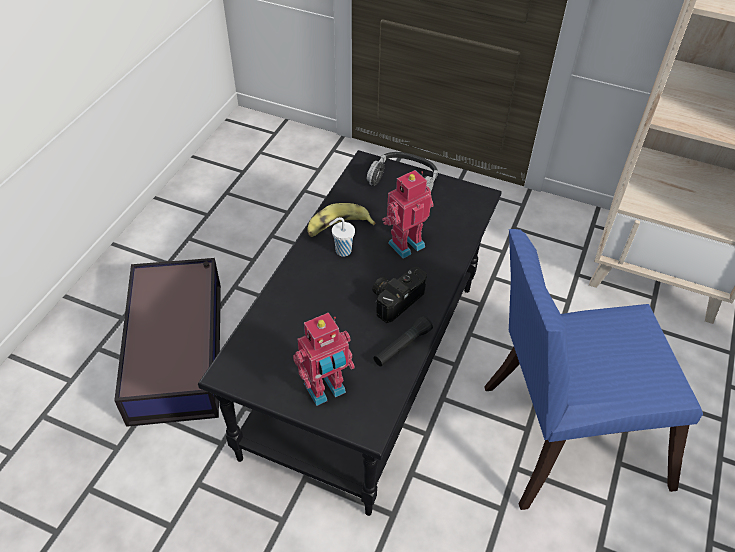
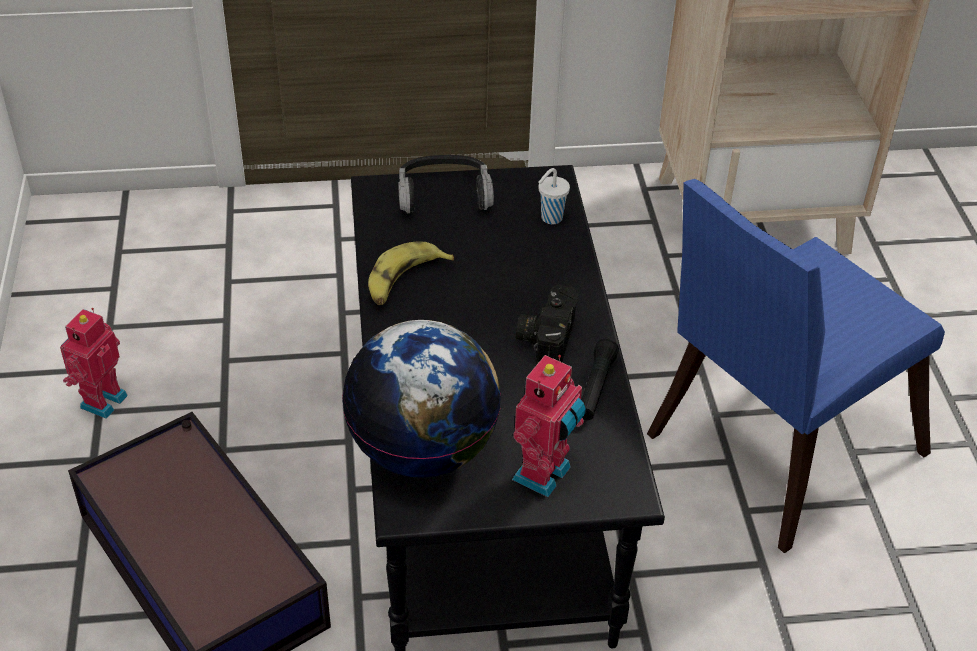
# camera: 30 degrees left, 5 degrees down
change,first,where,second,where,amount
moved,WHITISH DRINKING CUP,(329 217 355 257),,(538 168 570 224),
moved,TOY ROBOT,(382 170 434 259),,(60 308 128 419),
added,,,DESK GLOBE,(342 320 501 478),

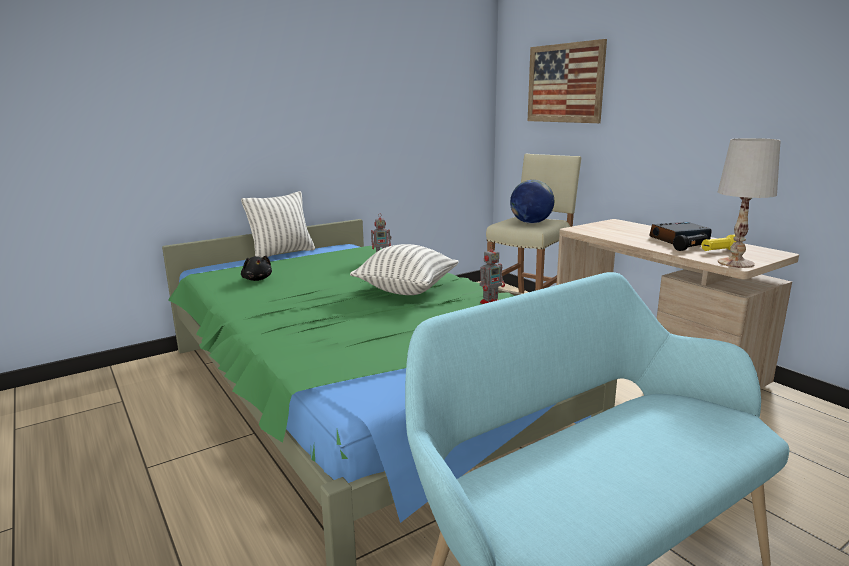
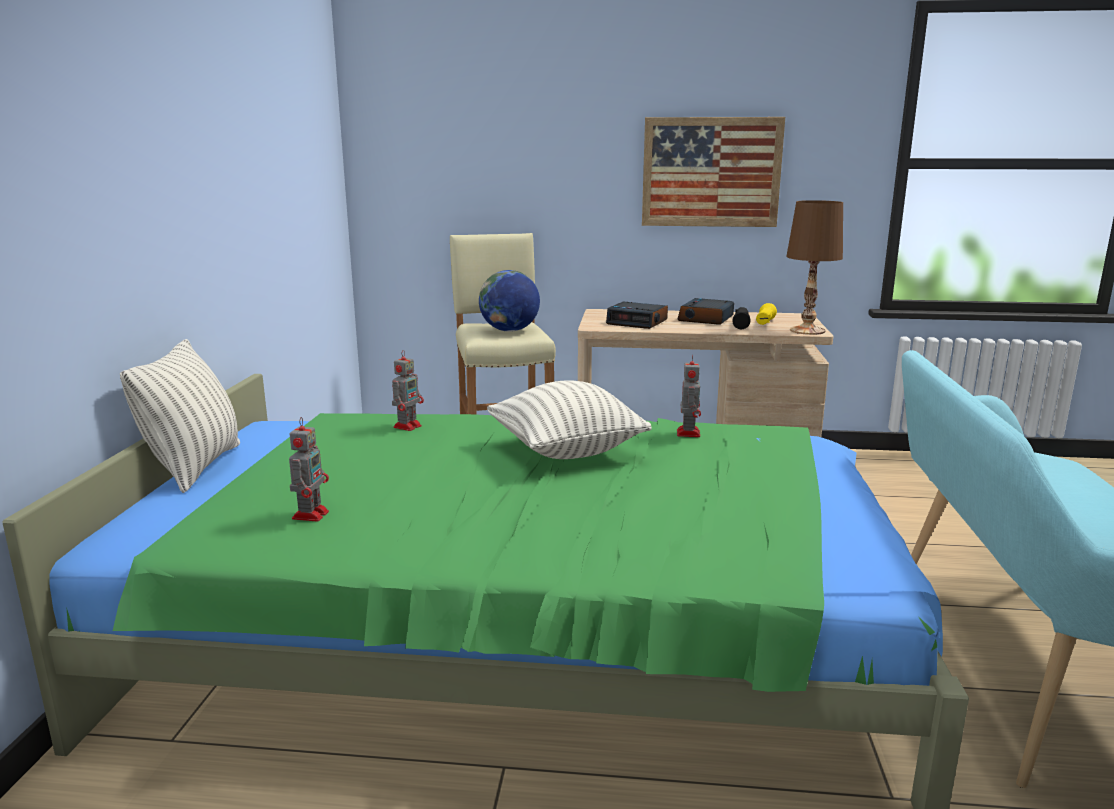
# camera: 50 degrees left, 0 degrees up
change,first,where,second,where,amount
replaced,BLACKISH PLUSH TOY,(241 256 272 281),TOY ROBOT,(289 417 329 522),
moved,WALL ART,(528 39 607 123),,(642 117 785 227),
recoloured,WHITISH LAMP FOR A TABLE,(718 138 781 268),BROWNISH LAMP FOR A TABLE,(786 200 843 335),
added,,,TABLE CLOCK,(606 302 668 329),

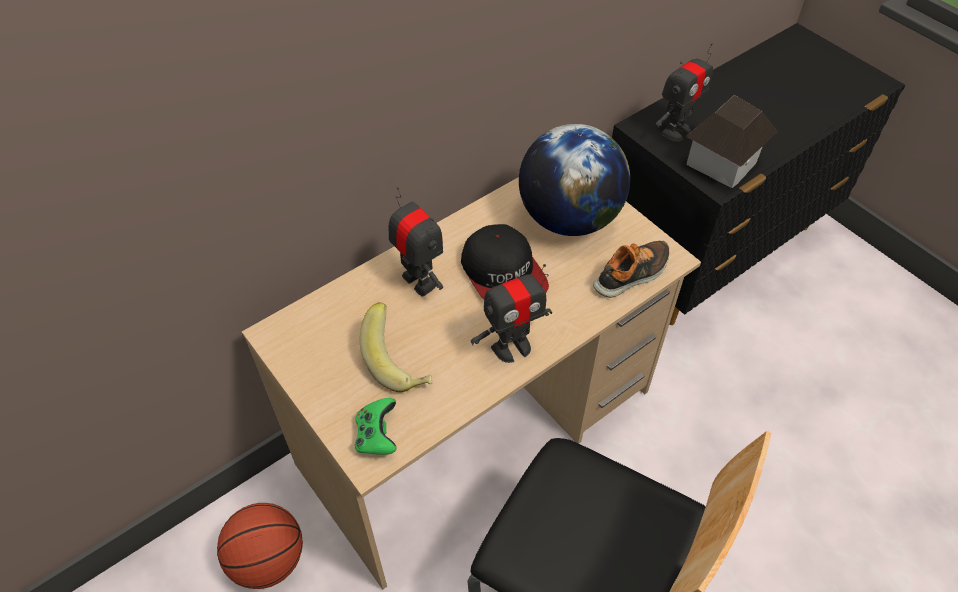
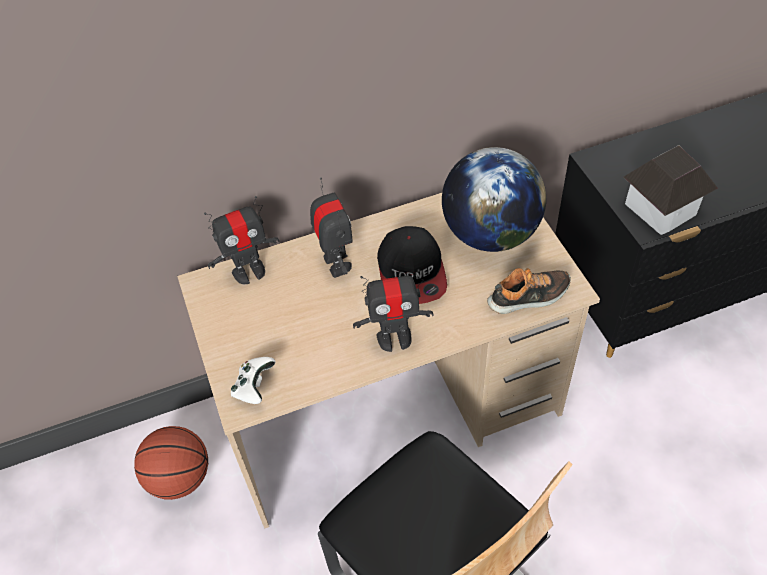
# camera: 20 degrees right, 0 degrees up
change,first,where,second,where,amount
recoloured,GREEN GAME CONTROLLER,(355 398 397 455),WHITISH GAME CONTROLLER,(231 357 276 404),
removed,WHOLE BANANA,(360 302 432 392),,,
moved,TOY ROBOT,(655 43 713 142),,(204 196 279 284),

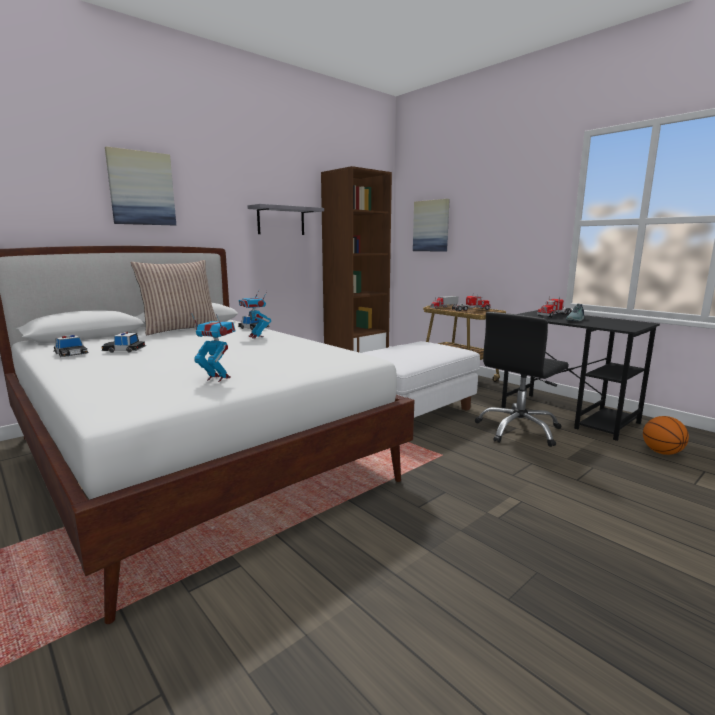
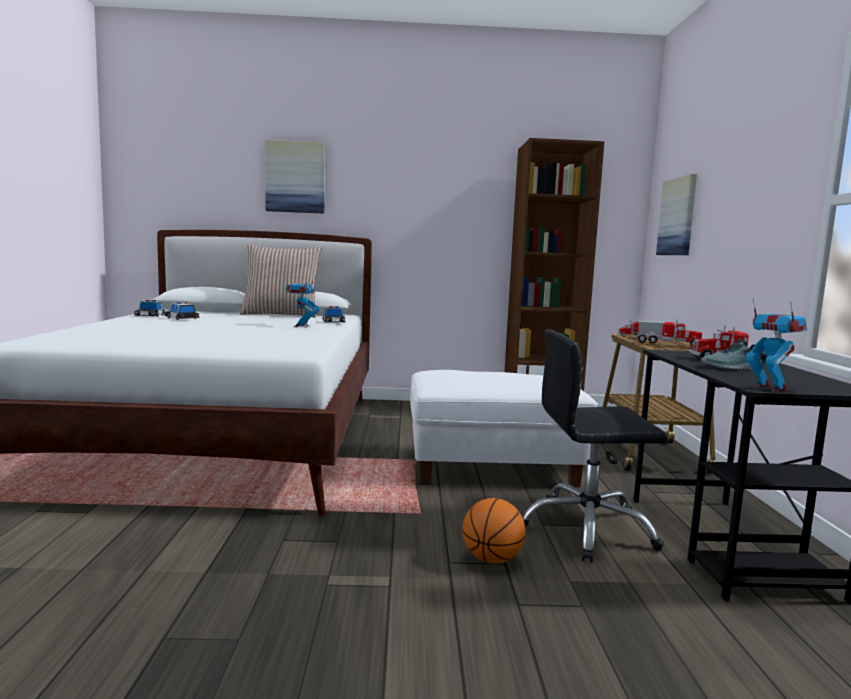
# camera: 40 degrees right, 5 degrees down
change,first,where,second,where,amount
moved,TOY ROBOT,(191 313 236 382),,(746 299 808 392),
removed,GREY SHELF,(248 204 324 235),,,
moved,BALL FOR BASKETBALL,(643 416 689 455),,(462 498 526 564),

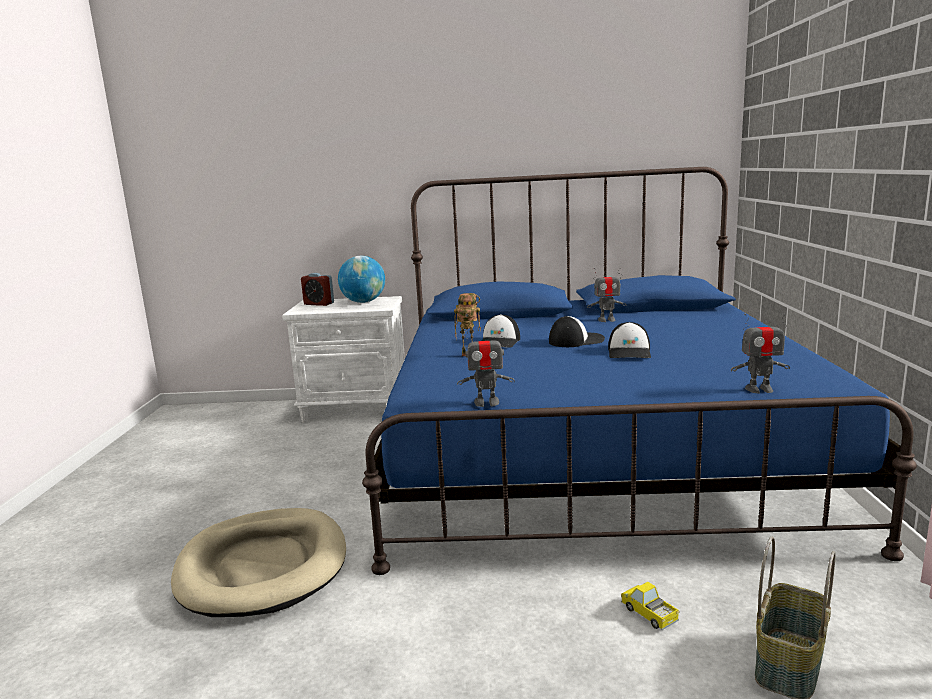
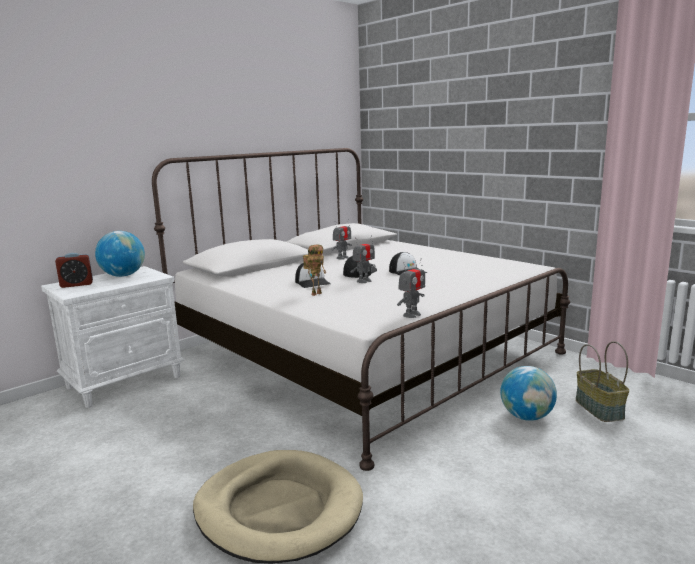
# camera: 45 degrees left, 0 degrees up
change,first,where,second,where,amount
recoloured,BLUISH BED,(362 167 917 575),WHITISH BED,(152 148 570 471),
replaced,MODEL TRUCK,(621 582 679 630),DESK GLOBE,(500 366 557 421),
moved,TOY ROBOT,(731 314 790 394),,(351 235 376 283),

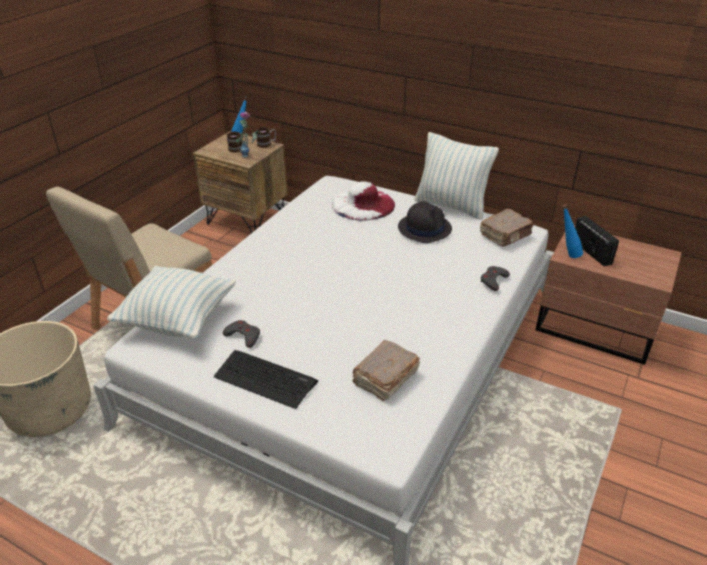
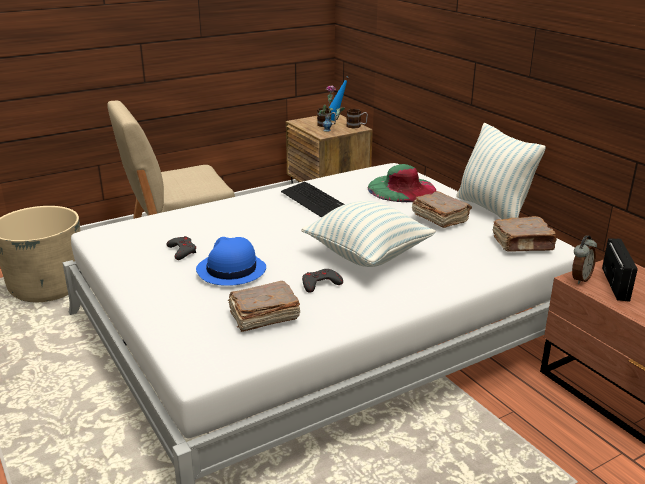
# camera: 30 degrees right, 10 degrees down
change,first,where,second,where,amount
moved,PILLOW,(107 266 236 339),,(301 201 436 267),
moved,COMPUTER KEYBOARD,(213 350 318 409),,(281 182 345 218),
recoloured,WHITISH WEARABLE HAT,(332 181 395 221),GREEN WEARABLE HAT,(368 164 437 202),
replaced,BLACKISH WEARABLE HAT,(398 201 452 243),BROWNISH BOUND BOOK,(412 191 472 228),
moved,GREY GAME CONTROLLER,(481 266 510 291),,(302 269 343 293),
replaced,BLUISH DRINK BOTTLE,(562 204 583 258),TABLE CLOCK,(572 235 597 284),
added,,,BLUISH WEARABLE HAT,(196 237 266 286),

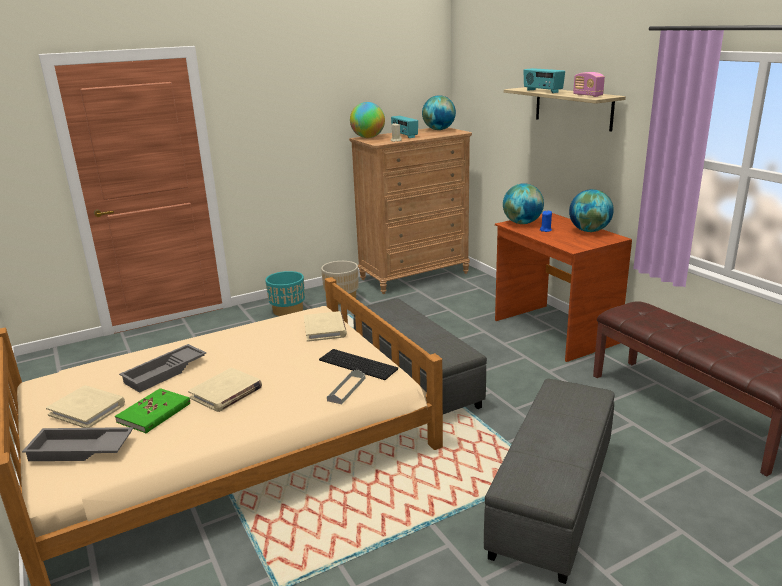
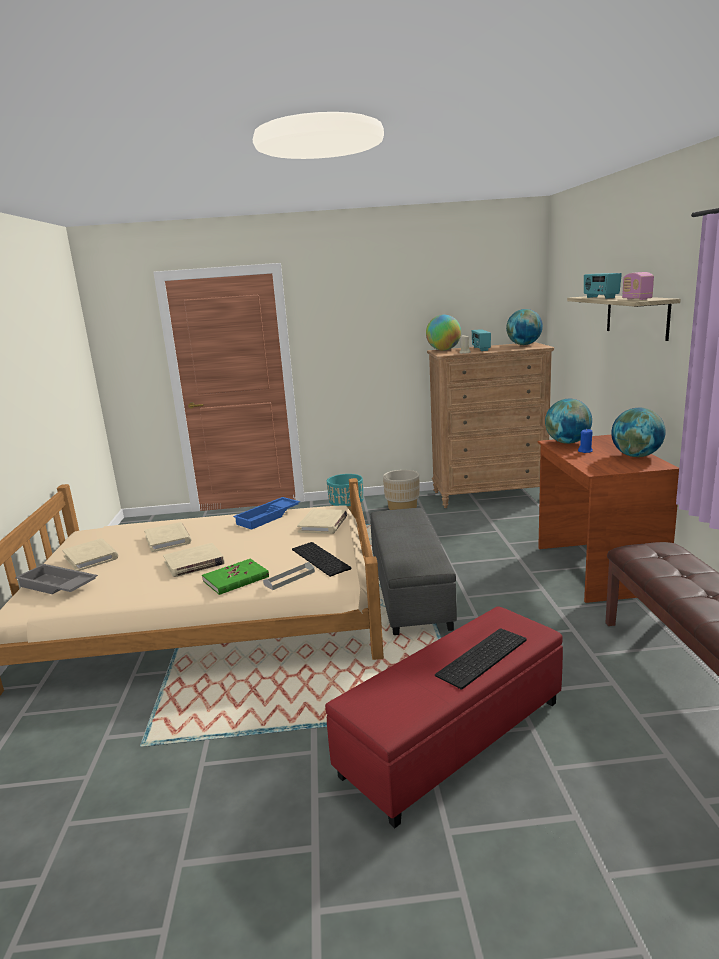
# camera: 25 degrees right, 5 degrees down
change,first,where,second,where,amount
moved,GREEN BOUND BOOK,(115 388 190 433),,(202 559 269 595),
replaced,GREY CARRYING TRAY,(119 344 206 393),BEIGE-COLOURED BOUND BOOK,(144 522 192 552),
recoloured,GREY OTTOMAN,(484 379 615 584),RED OTTOMAN,(325 607 563 828),
added,,,BLUISH CARRYING TRAY,(233 497 300 530),
added,,,COMPUTER KEYBOARD,(435 628 526 690),

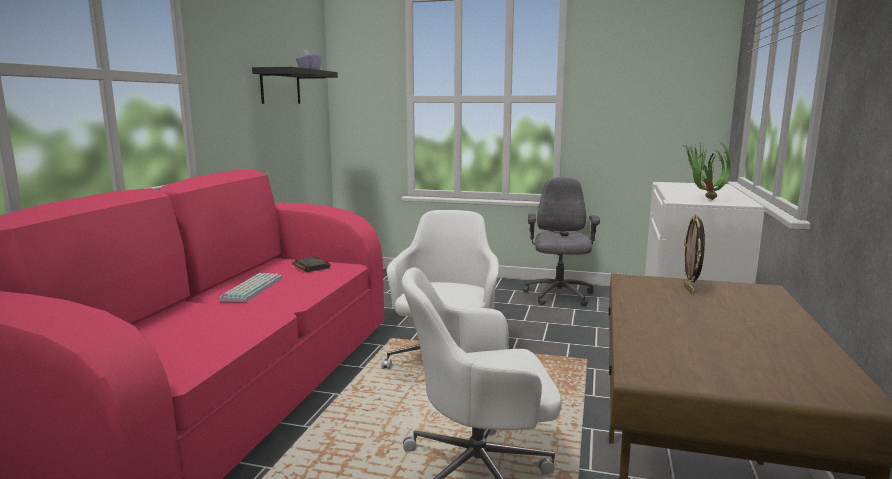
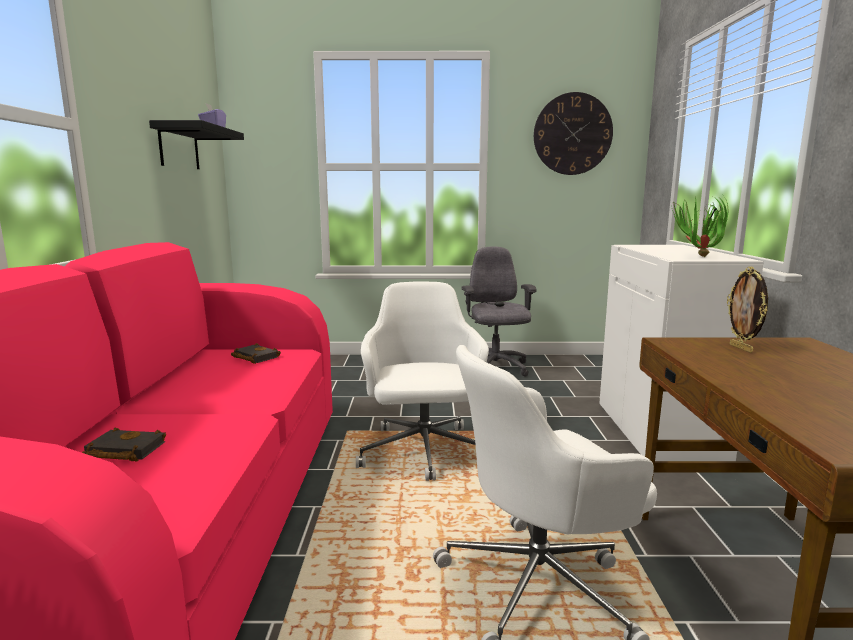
# camera: 15 degrees left, 0 degrees up
change,first,where,second,where,amount
removed,COMPUTER KEYBOARD,(219 273 283 302),,,
added,,,BLACKISH BOUND BOOK,(82 427 166 462),
added,,,WALL CLOCK,(534 92 613 175),

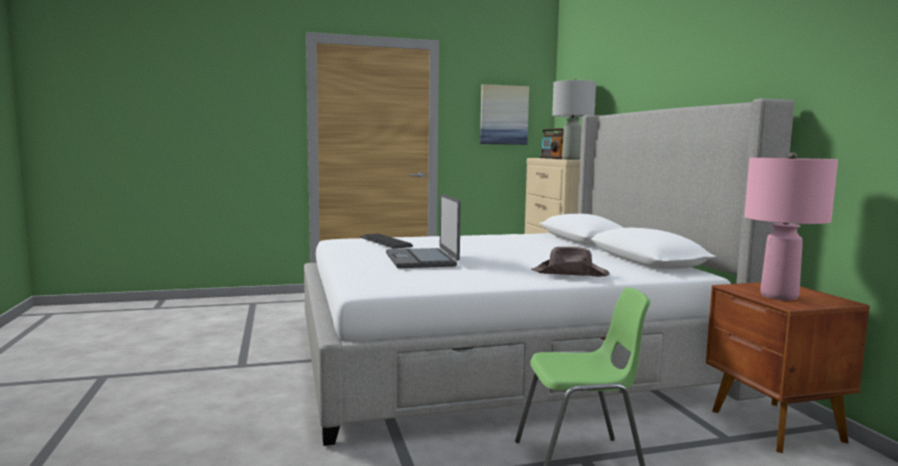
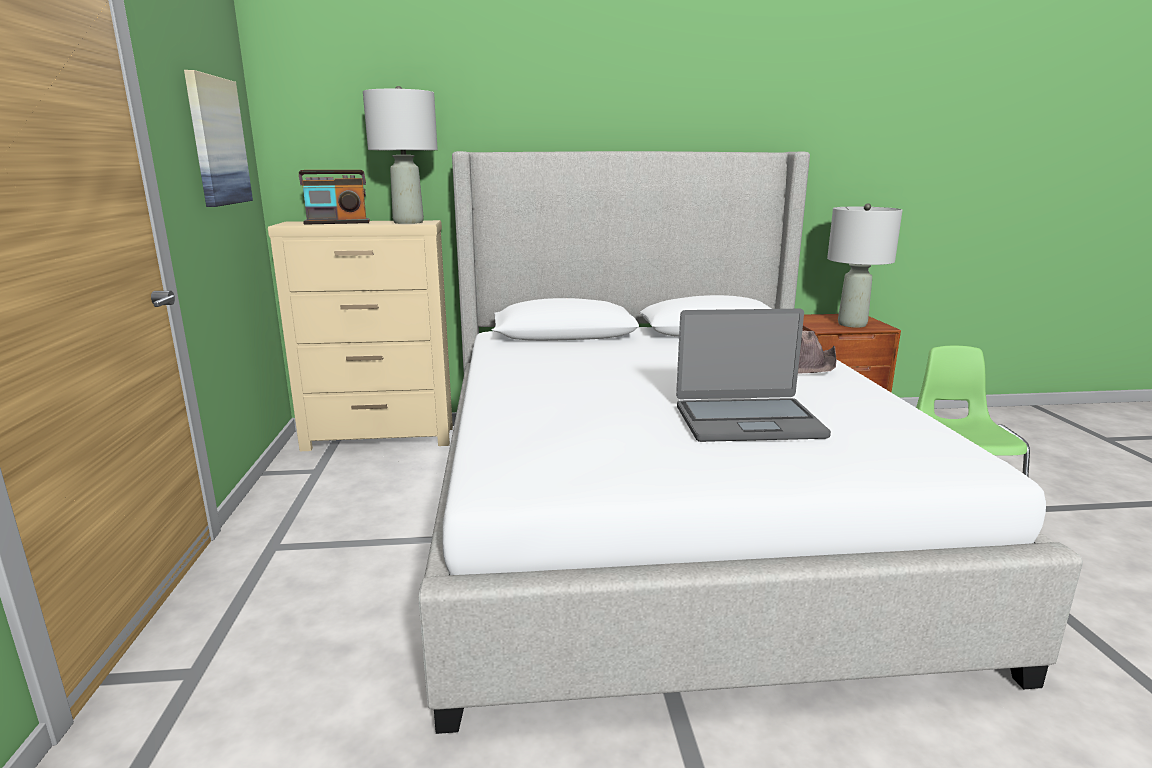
# camera: 80 degrees left, 10 degrees up
change,first,where,second,where,amount
removed,COMPUTER KEYBOARD,(360 233 413 248),,,
recoloured,PINKISH LAMP FOR A TABLE,(744 152 838 301),GREY LAMP FOR A TABLE,(827 203 903 328),

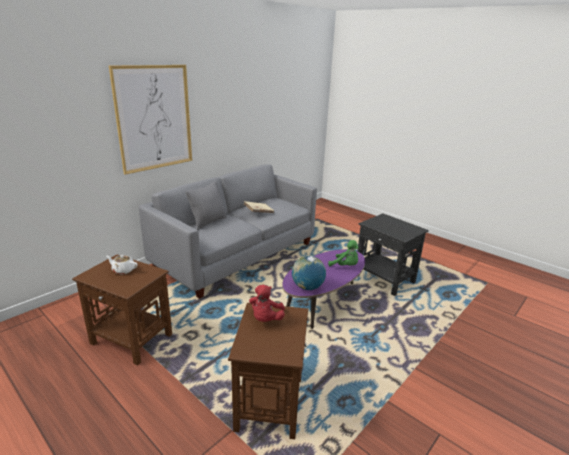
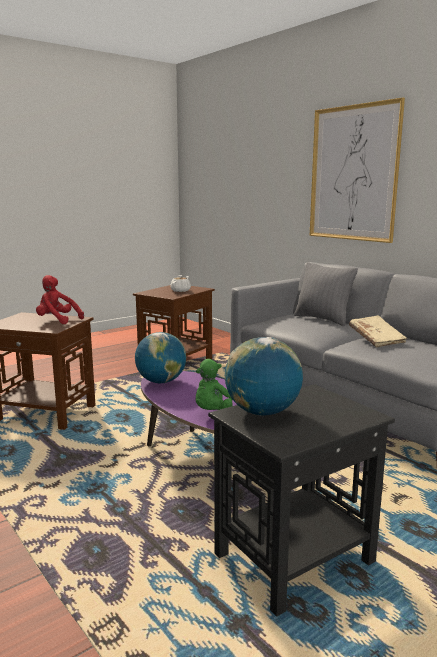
# camera: 100 degrees right, 10 degrees down
change,first,where,second,where,amount
added,,,DESK GLOBE,(225 337 303 415),

